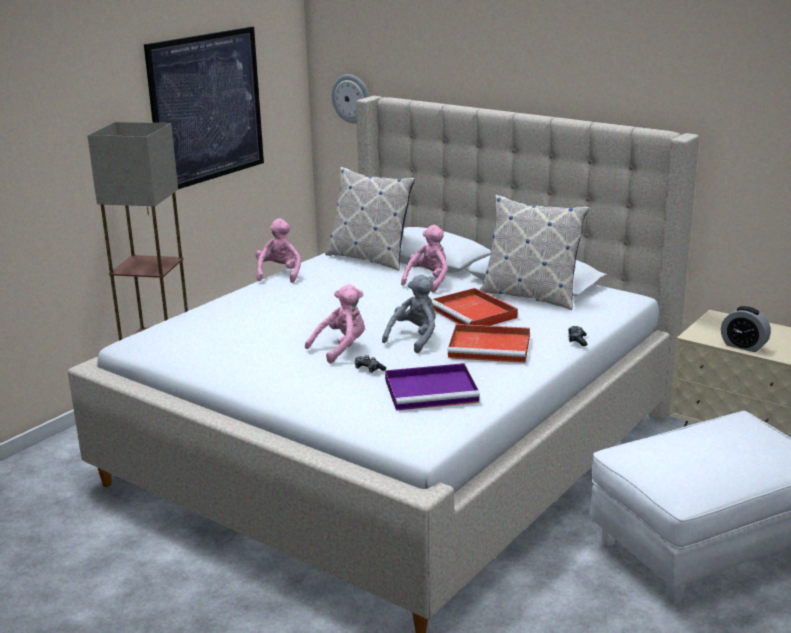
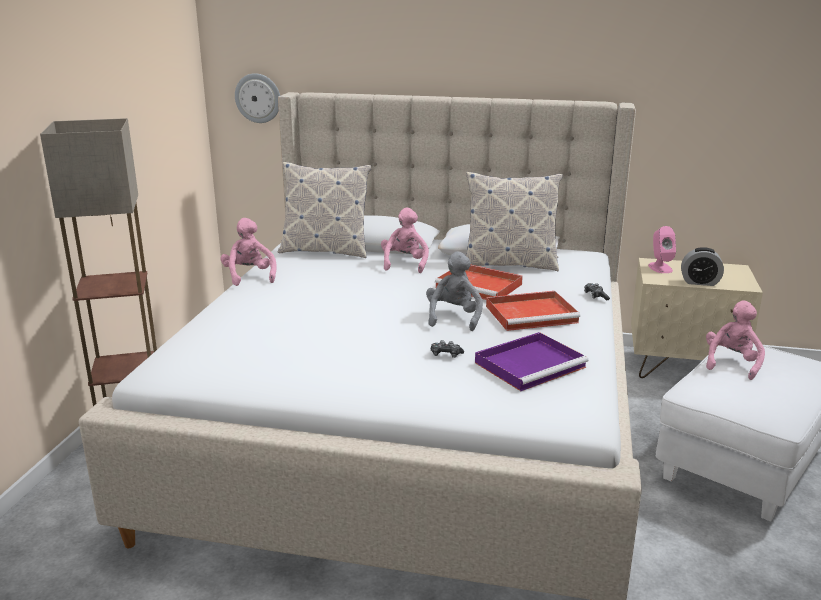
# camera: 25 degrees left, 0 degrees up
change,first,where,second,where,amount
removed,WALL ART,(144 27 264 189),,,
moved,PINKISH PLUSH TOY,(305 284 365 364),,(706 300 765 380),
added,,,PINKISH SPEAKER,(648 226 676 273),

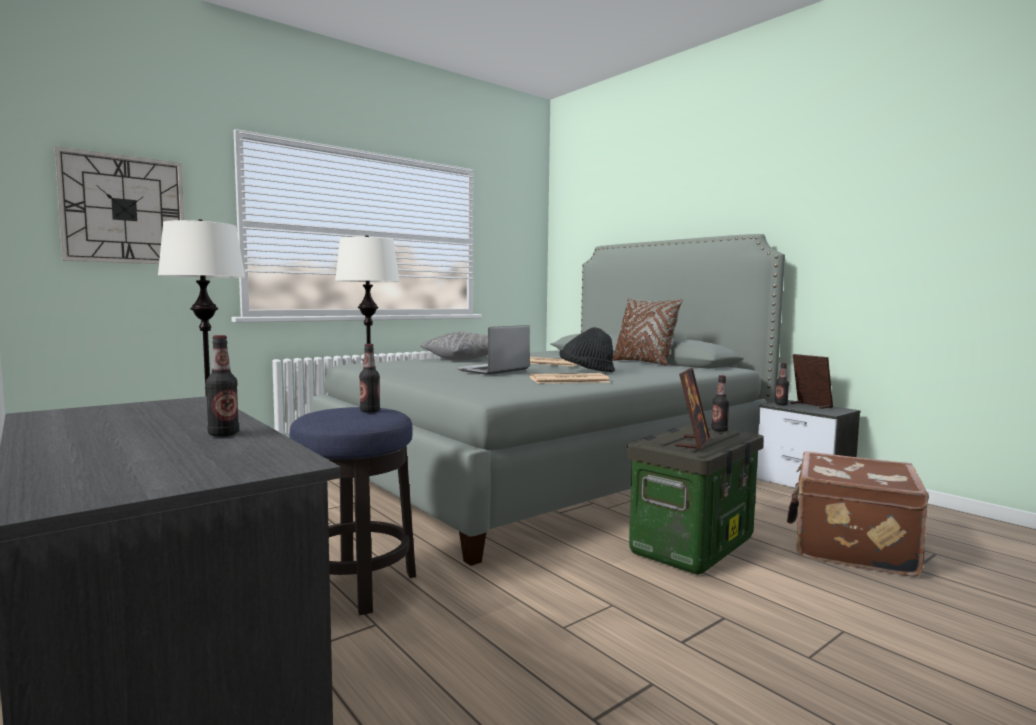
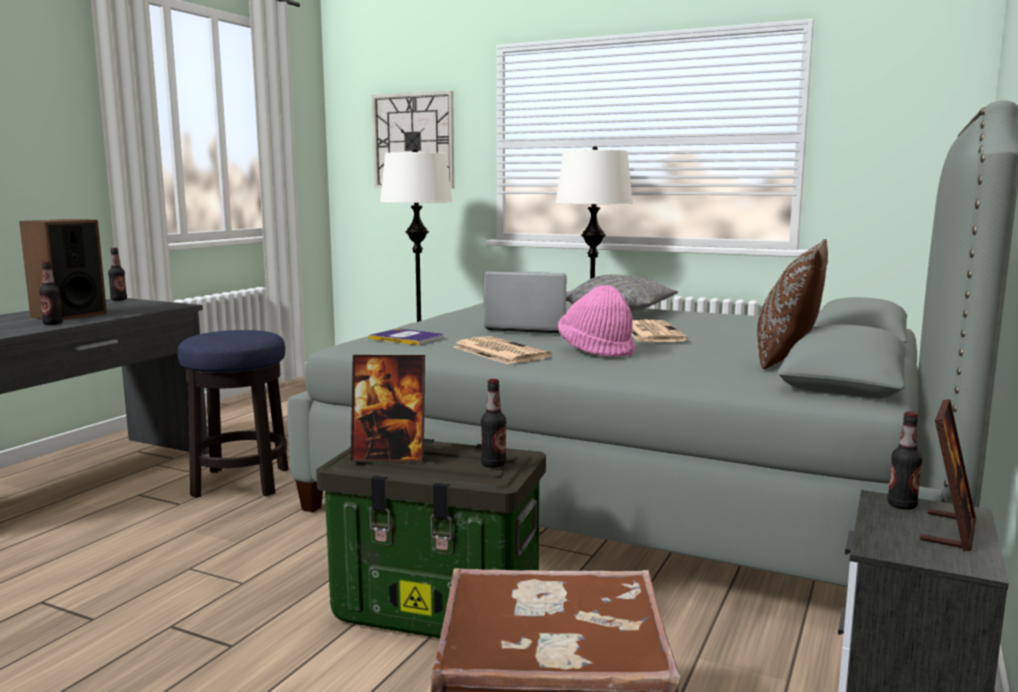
# camera: 65 degrees right, 5 degrees up
change,first,where,second,where,amount
moved,DRINK BOTTLE,(359 344 380 413),,(108 248 127 301),
recoloured,BLACKISH WEARABLE HAT,(560 327 615 372),PINKISH WEARABLE HAT,(558 285 636 358),
added,,,SPEAKER,(19 219 107 320),
added,,,BOUND BOOK,(369 329 443 345),

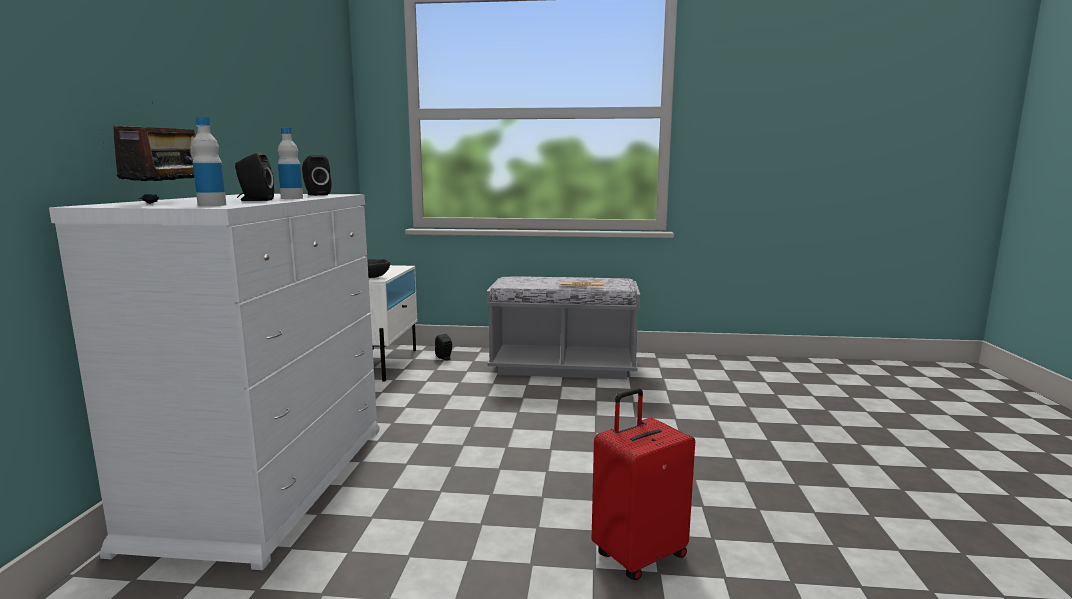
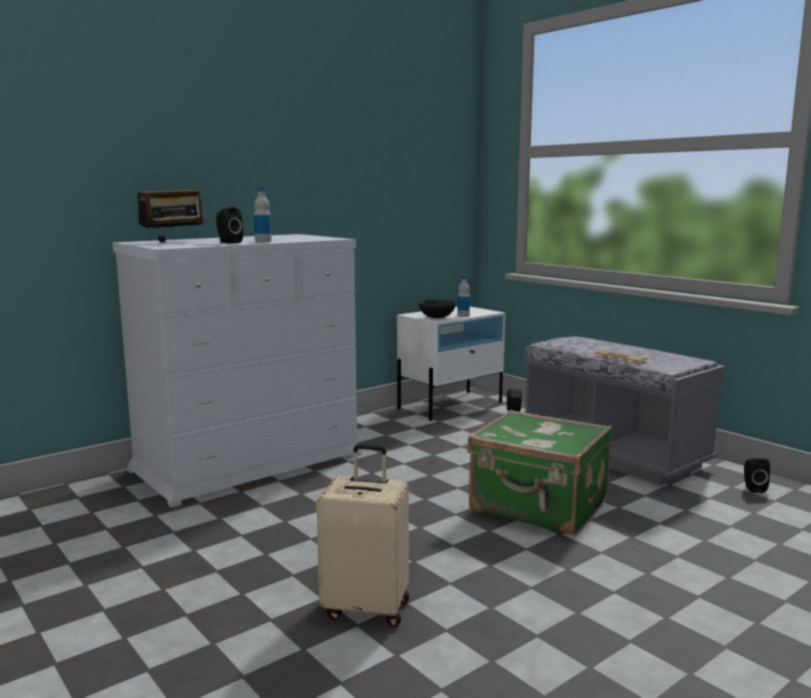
# camera: 45 degrees right, 0 degrees up
change,first,where,second,where,amount
moved,DRINK BOTTLE,(192 117 226 206),,(457 275 470 317),
moved,BLACKISH SPEAKER,(302 155 331 196),,(744 458 770 493),
recoloured,RED SUITCASE,(592 388 695 580),BEIGE-COLOURED SUITCASE,(316 444 409 627),
added,,,GREEN SUITCASE,(467 410 612 536),

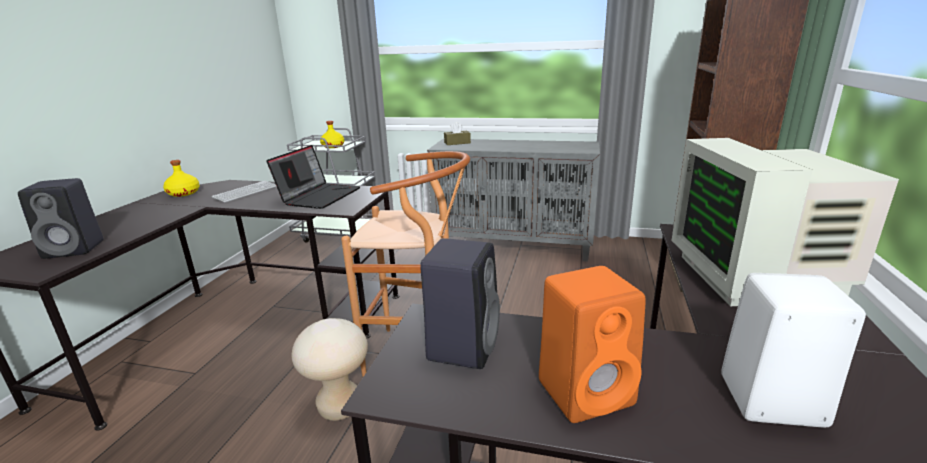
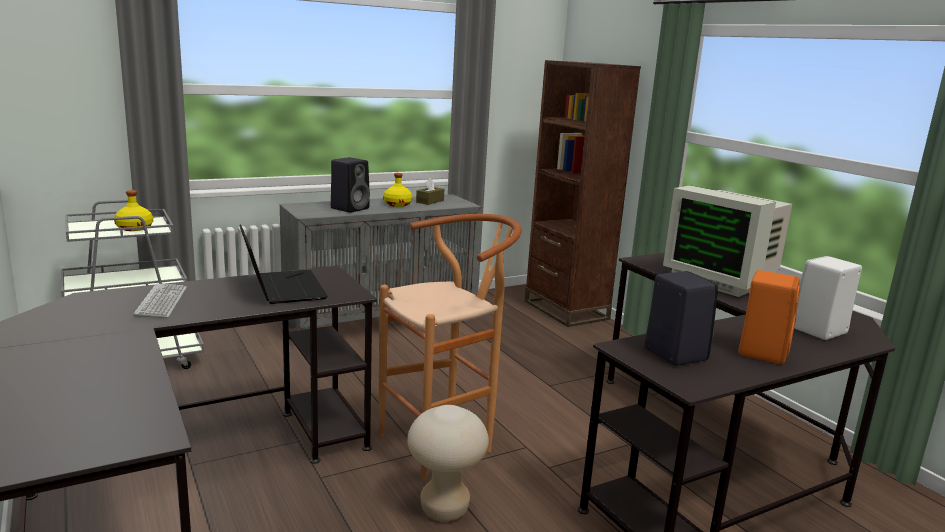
# camera: 45 degrees left, 5 degrees down
change,first,where,second,where,amount
moved,BLACKISH SPEAKER,(18 178 104 259),,(331 157 370 213),
moved,YELLOW-COLOURED DRINK BOTTLE,(163 160 200 197),,(383 173 413 207),
moved,BROWNISH TISSUE BOX,(444 122 471 145),,(416 178 444 205),

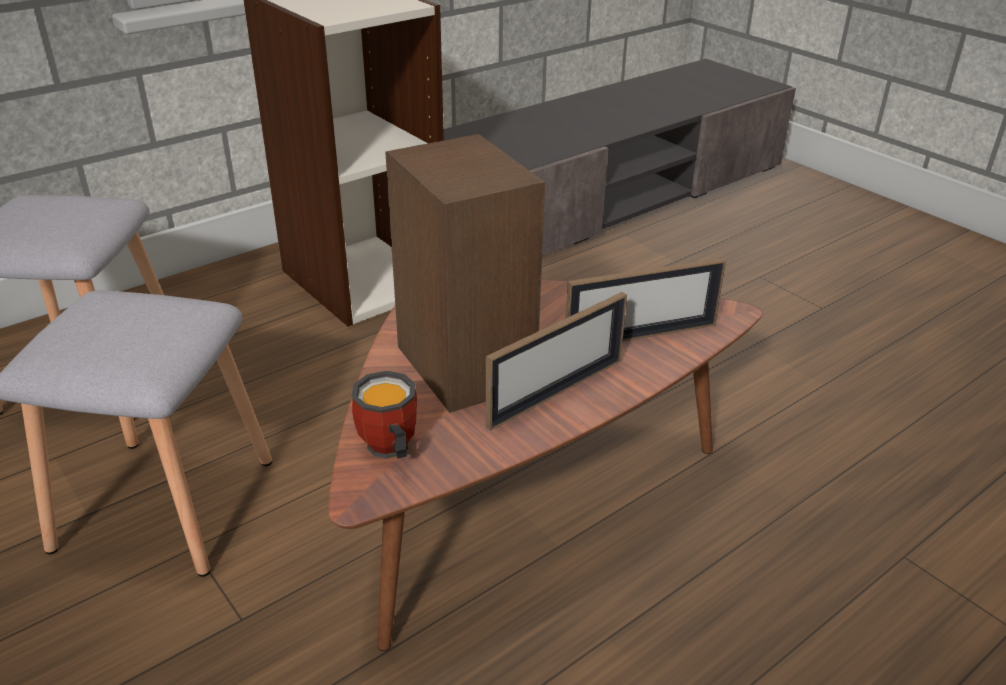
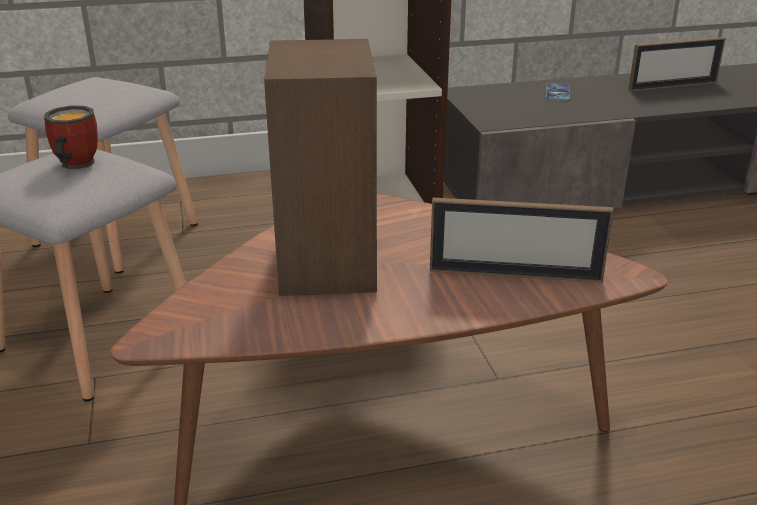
# camera: 25 degrees right, 5 degrees down
change,first,where,second,where,amount
moved,COFFEE MUG,(351 371 417 459),,(44 105 98 169),
moved,PHOTO FRAME,(486 292 627 431),,(628 37 726 91),
added,,,PHONE,(546 83 570 101),

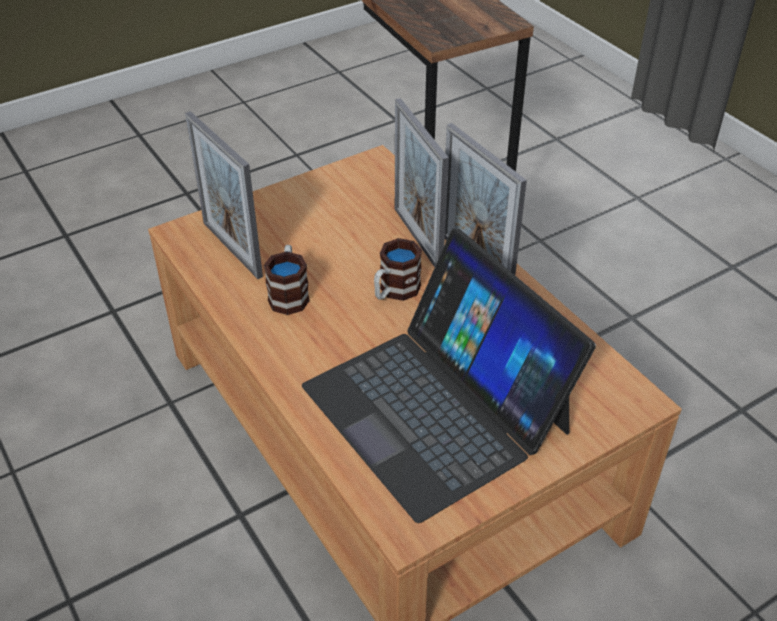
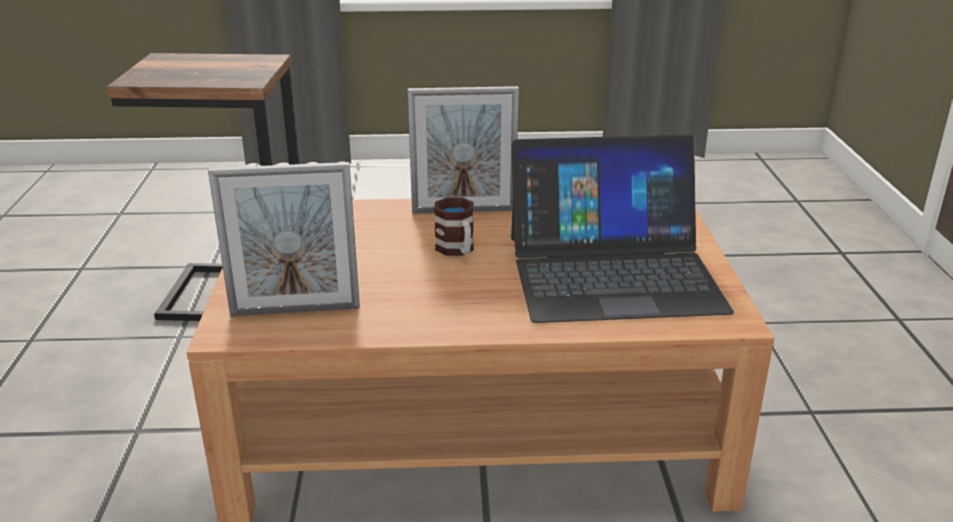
# camera: 60 degrees left, 15 degrees down
change,first,where,second,where,amount
removed,COFFEE MUG,(264 245 310 315),,,
removed,PHOTO FRAME,(395 98 449 267),,,

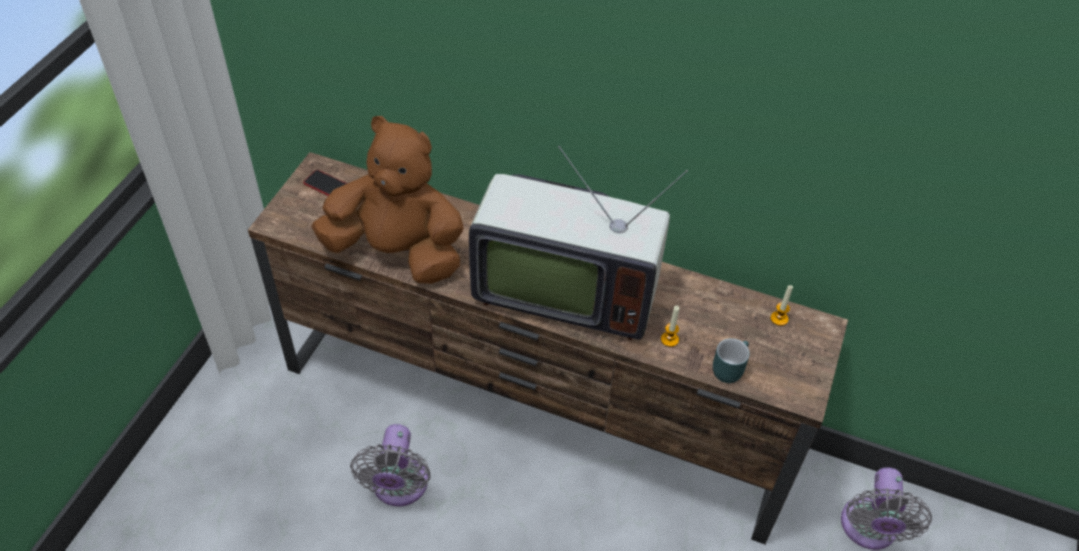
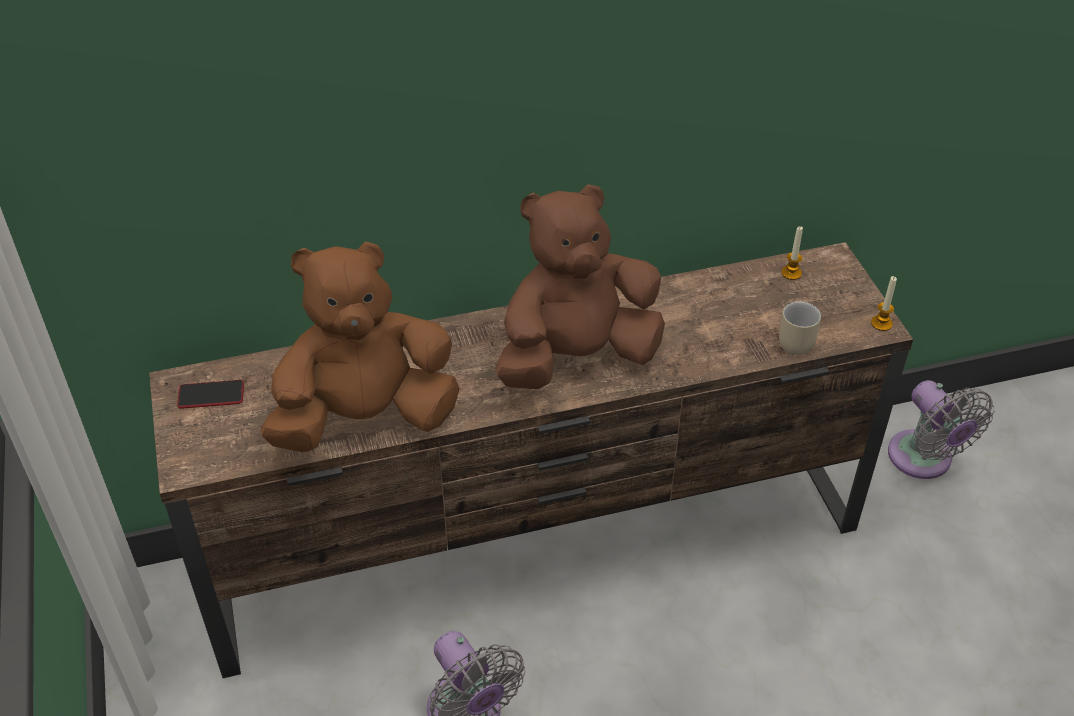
# camera: 35 degrees left, 5 degrees down
change,first,where,second,where,amount
replaced,TV SET,(469 146 688 340),BROWNISH PLUSH TOY,(495 184 665 389),
moved,WAX CANDLE,(661 306 679 347),,(871 276 897 331),
recoloured,TURQUOISE COFFEE MUG,(713 338 750 383),BEIGE-COLOURED COFFEE MUG,(779 302 821 355),

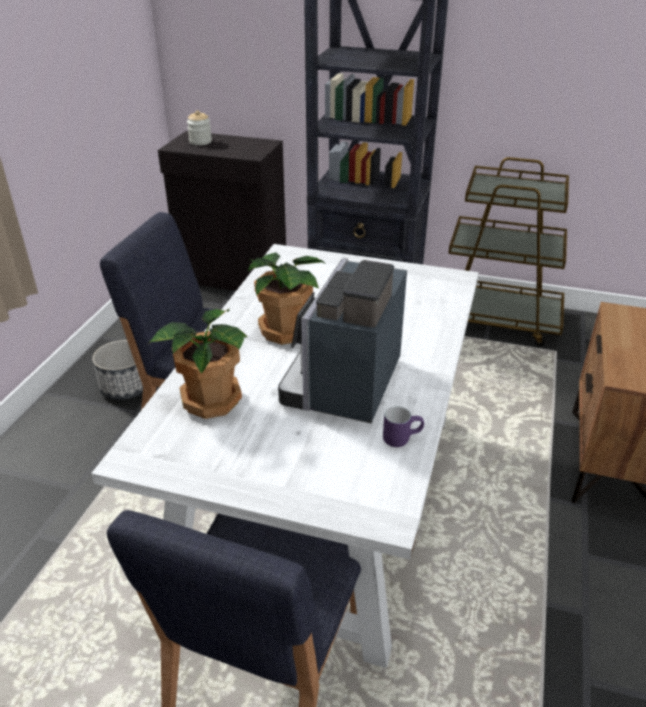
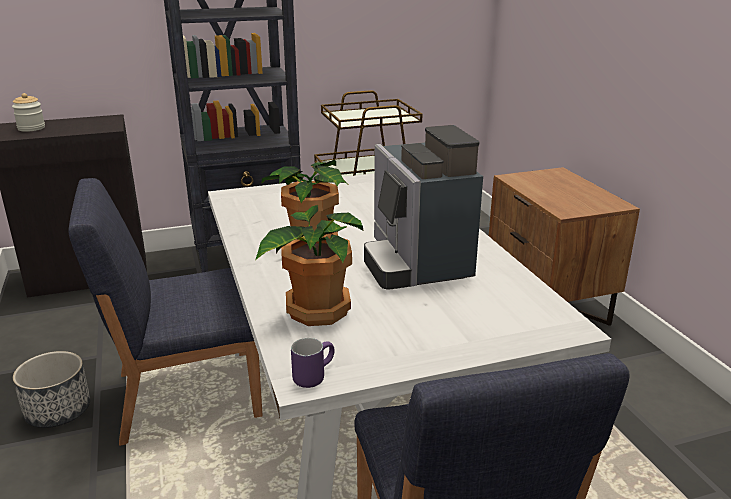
# camera: 35 degrees left, 10 degrees down
change,first,where,second,where,amount
moved,PURPLE-COLOURED COFFEE MUG,(383 406 424 447),,(291 338 334 388),

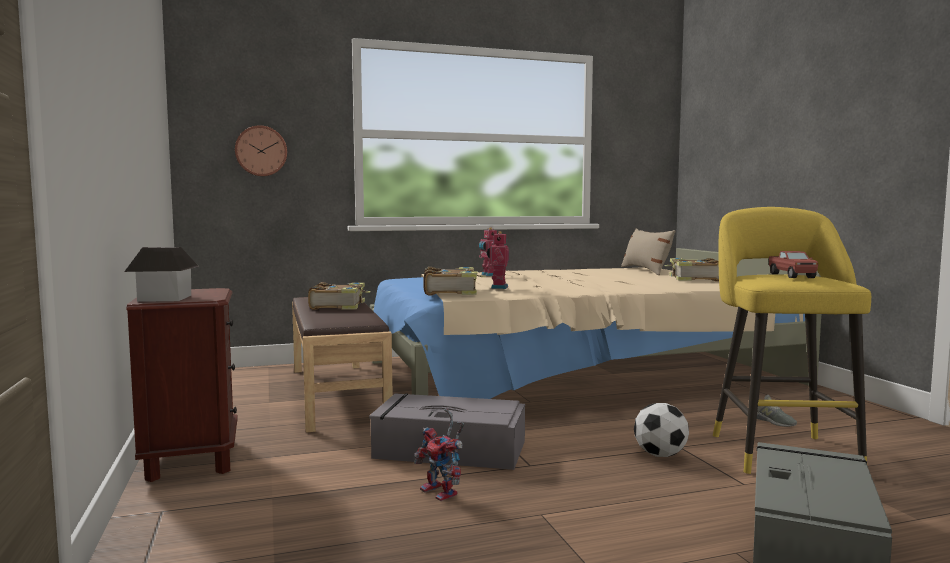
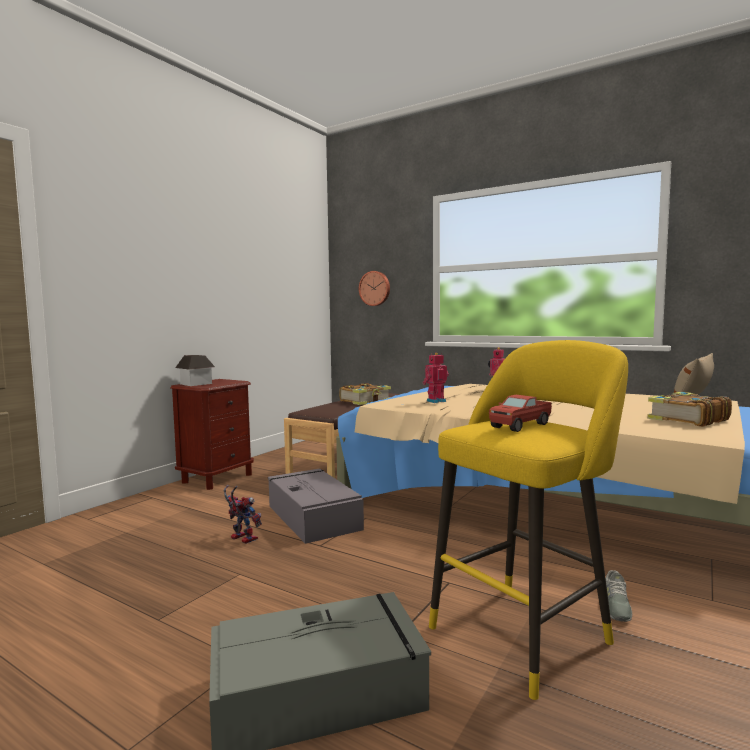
# camera: 50 degrees right, 0 degrees up
change,first,where,second,where,amount
turned,TOY ROBOT,(414 408 464 501),,(224 485 262 544),120 degrees clockwise
removed,BOUND BOOK,(423 267 486 295),,,
removed,BALL FOR FOOTBALL,(634 403 689 457),,,

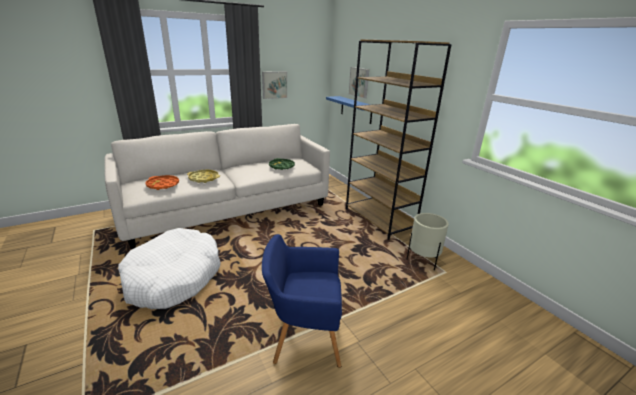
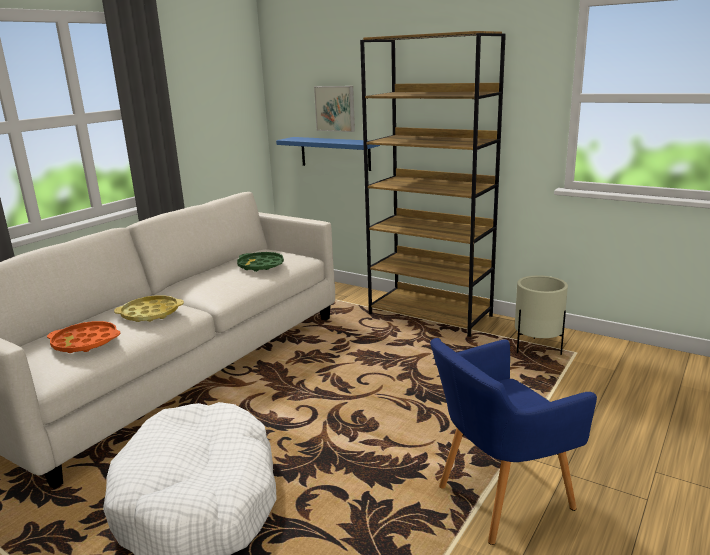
# camera: 25 degrees left, 5 degrees down
change,first,where,second,where,amount
removed,WALL ART,(262 71 287 99),,,

